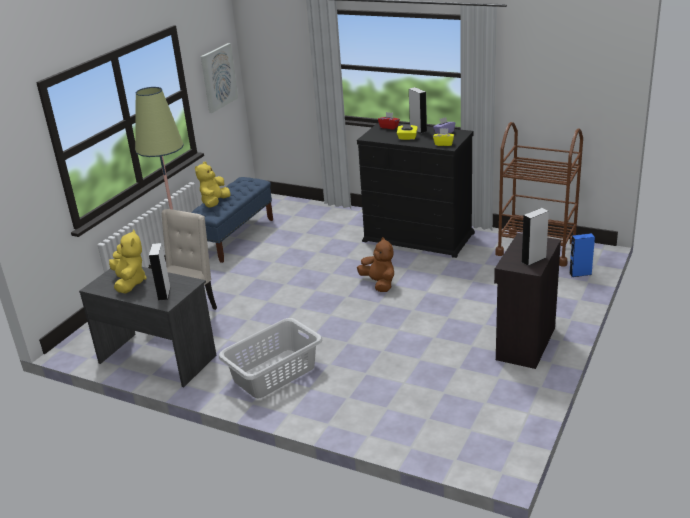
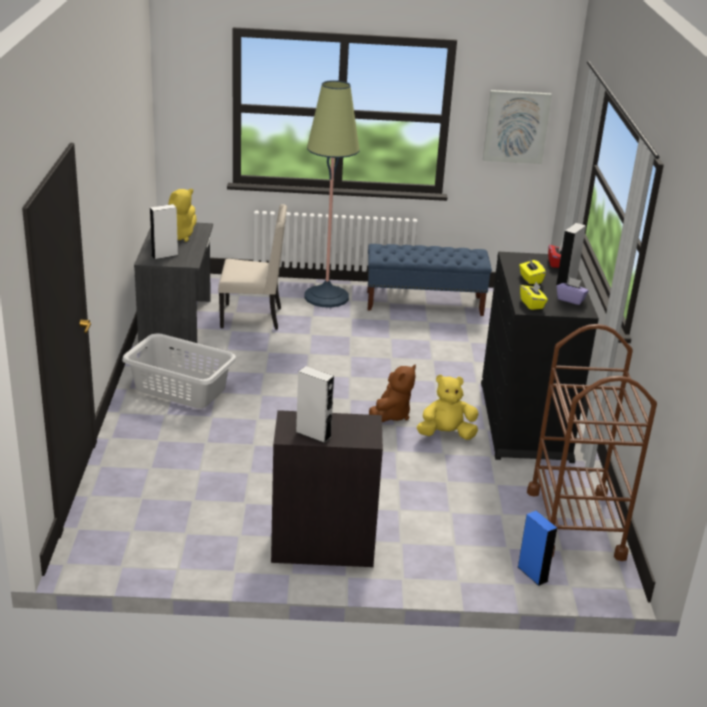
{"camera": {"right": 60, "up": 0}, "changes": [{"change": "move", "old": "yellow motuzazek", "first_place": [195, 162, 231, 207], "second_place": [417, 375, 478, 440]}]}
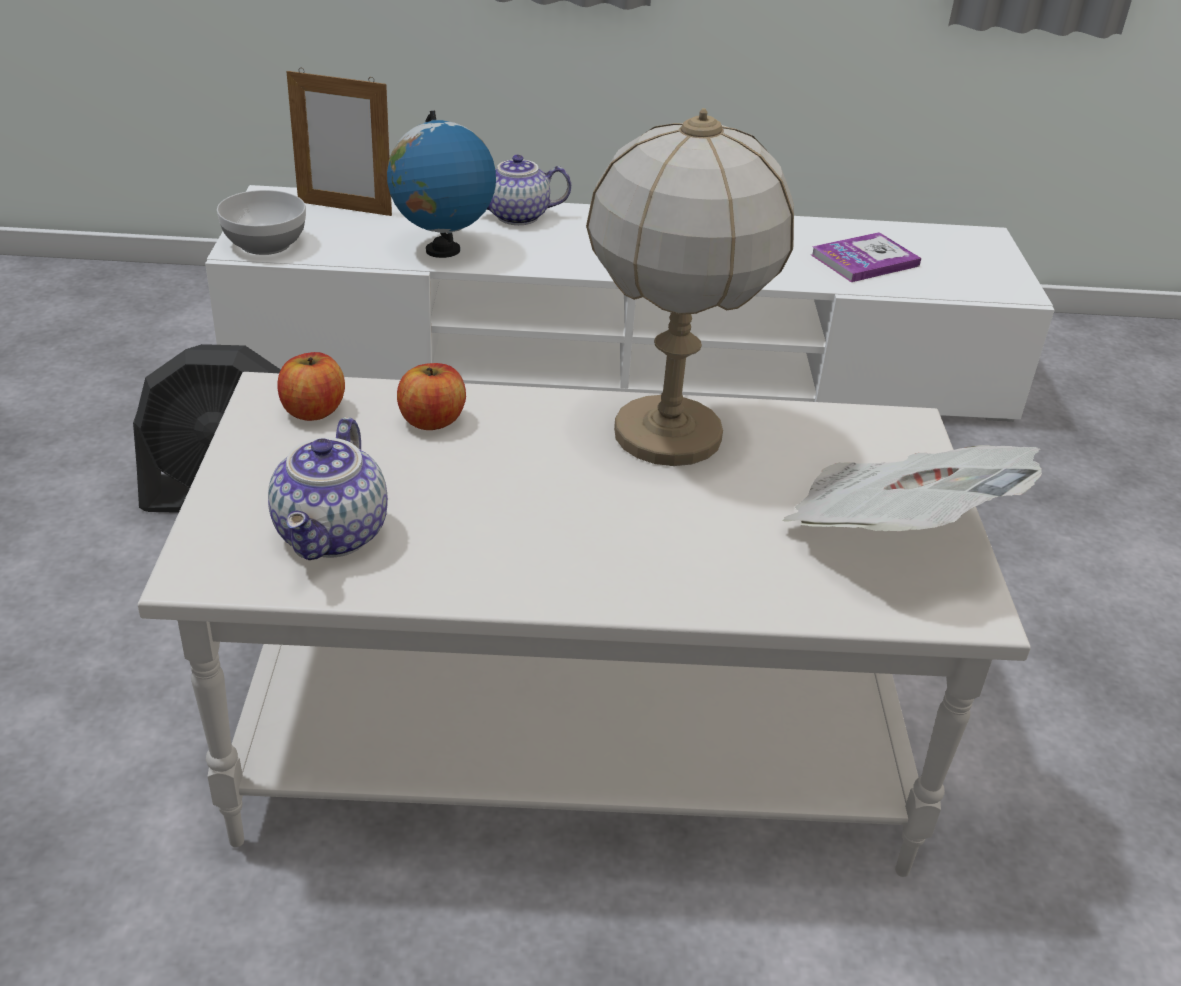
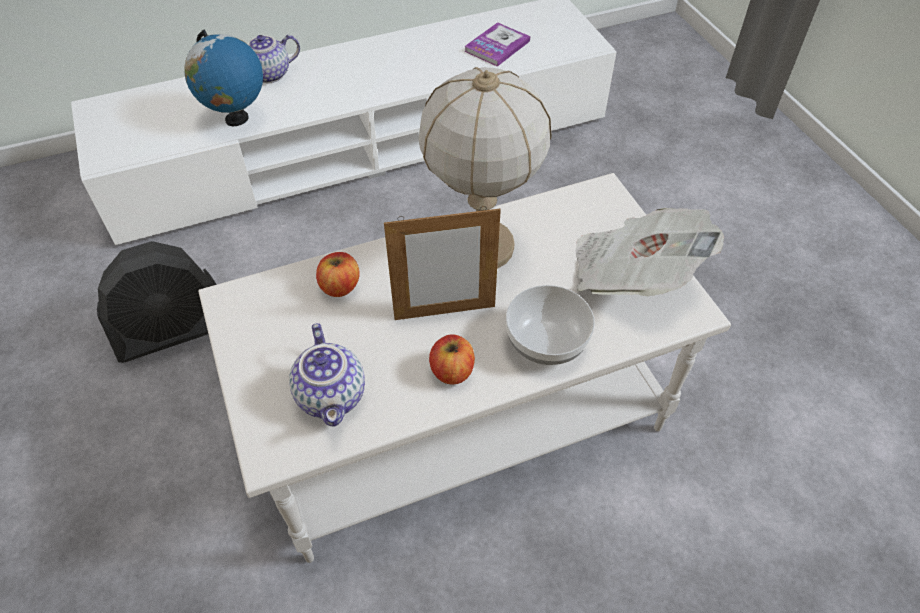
{"camera": {"right": -20, "up": 15}, "changes": [{"change": "move", "old": "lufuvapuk", "first_place": [217, 190, 306, 255], "second_place": [506, 285, 595, 365]}, {"change": "move", "old": "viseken", "first_place": [277, 352, 345, 421], "second_place": [429, 334, 475, 384]}, {"change": "move", "old": "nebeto", "first_place": [286, 68, 392, 216], "second_place": [384, 206, 501, 320]}]}
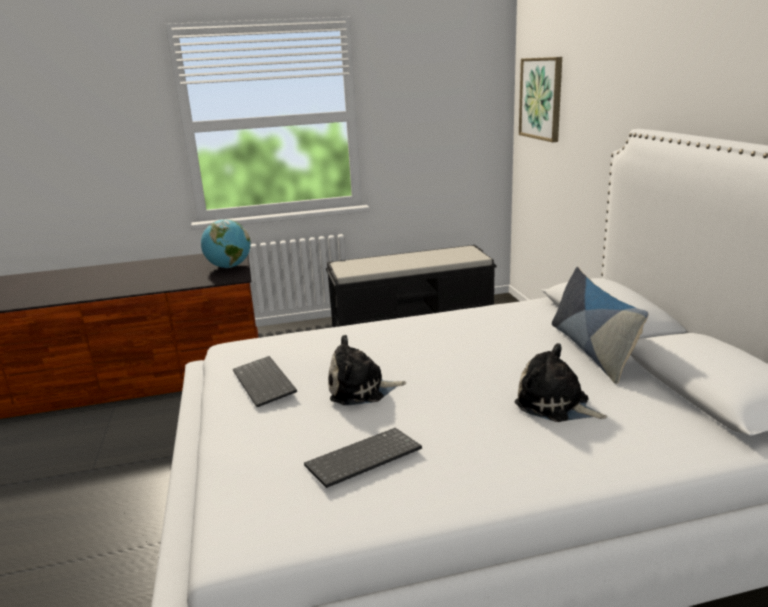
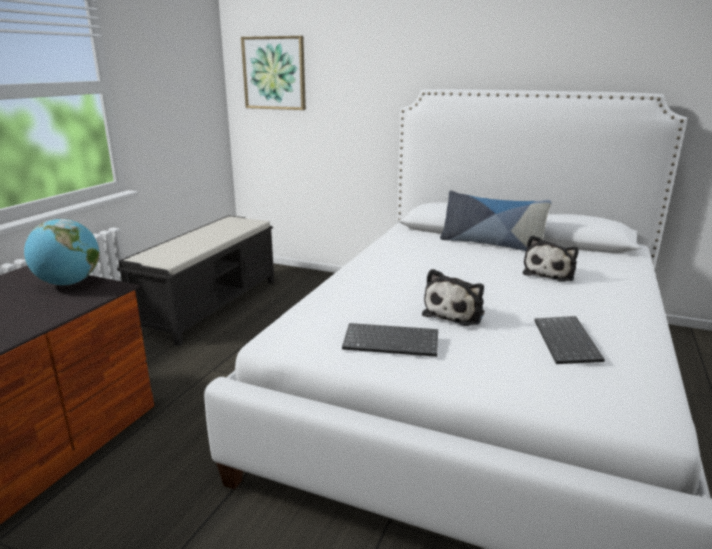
{"camera": {"right": -55, "up": 0}, "changes": [{"change": "rotate", "old": "motuzazek", "first_place": [515, 343, 607, 422], "second_place": [523, 235, 579, 282], "degrees": -45}]}
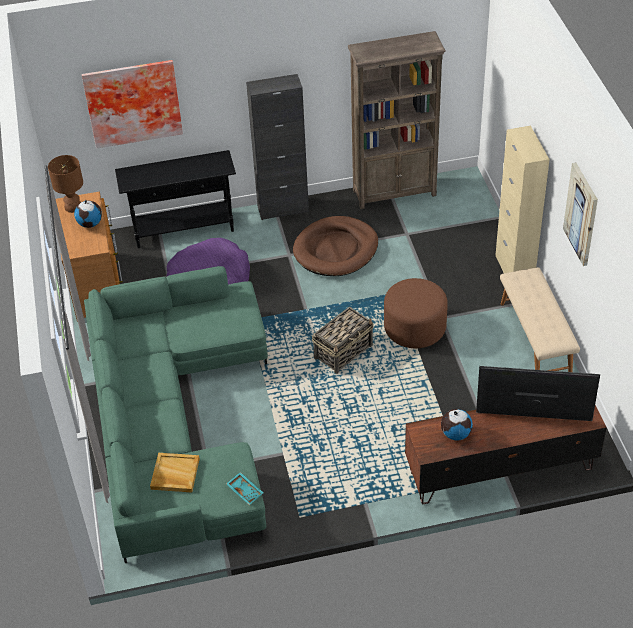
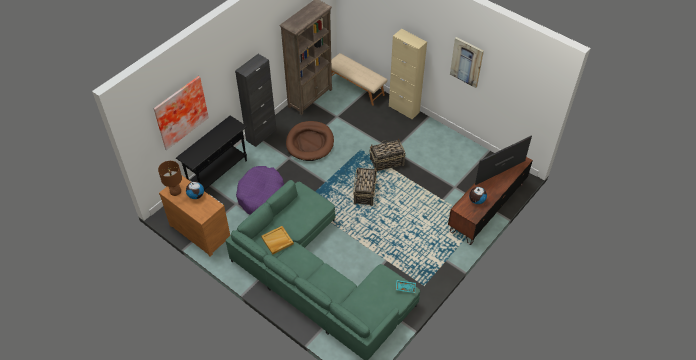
{"camera": {"right": -40, "up": 5}, "changes": [{"change": "move", "old": "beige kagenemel", "first_place": [150, 453, 200, 493], "second_place": [261, 226, 294, 255]}, {"change": "move", "old": "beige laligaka", "first_place": [500, 267, 580, 372], "second_place": [331, 53, 387, 106]}, {"change": "replace", "old": "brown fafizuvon", "new": "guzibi", "first_place": [384, 278, 448, 348], "second_place": [369, 139, 406, 171]}]}
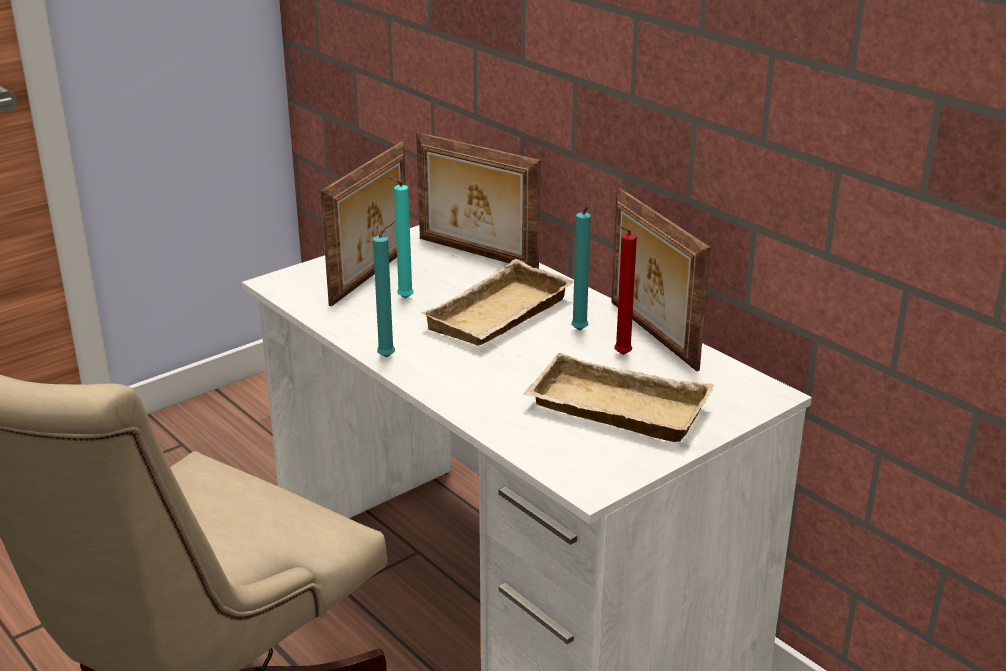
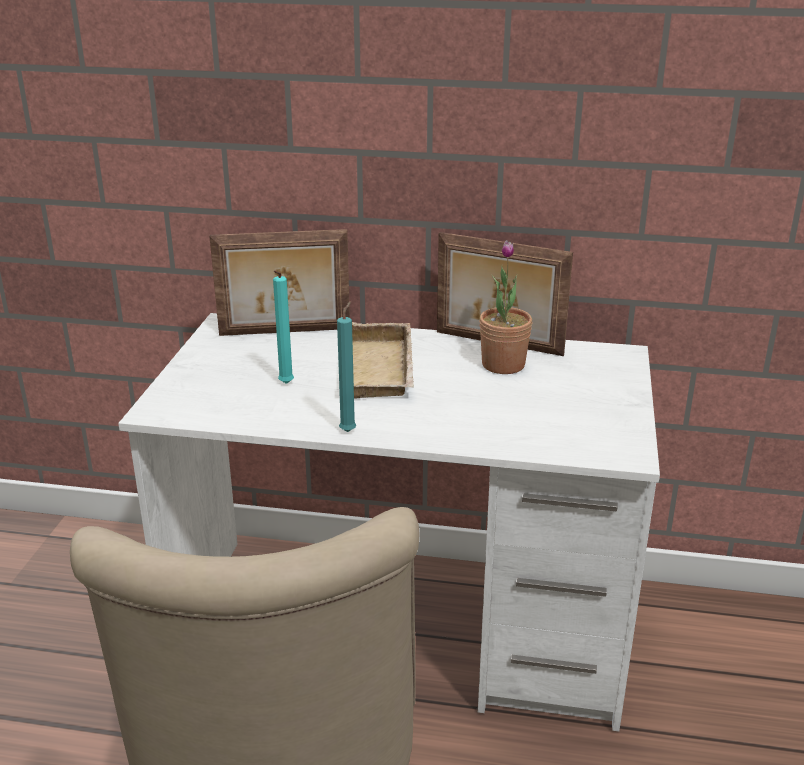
{"camera": {"right": -40, "up": 0}, "changes": [{"change": "delete", "old": "nebeto", "first_place": [320, 141, 406, 306]}, {"change": "delete", "old": "beige kagenemel", "first_place": [523, 353, 714, 442]}, {"change": "delete", "old": "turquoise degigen", "first_place": [571, 207, 591, 331]}, {"change": "replace", "old": "red degigen", "new": "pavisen", "first_place": [614, 226, 637, 355], "second_place": [479, 240, 533, 374]}]}
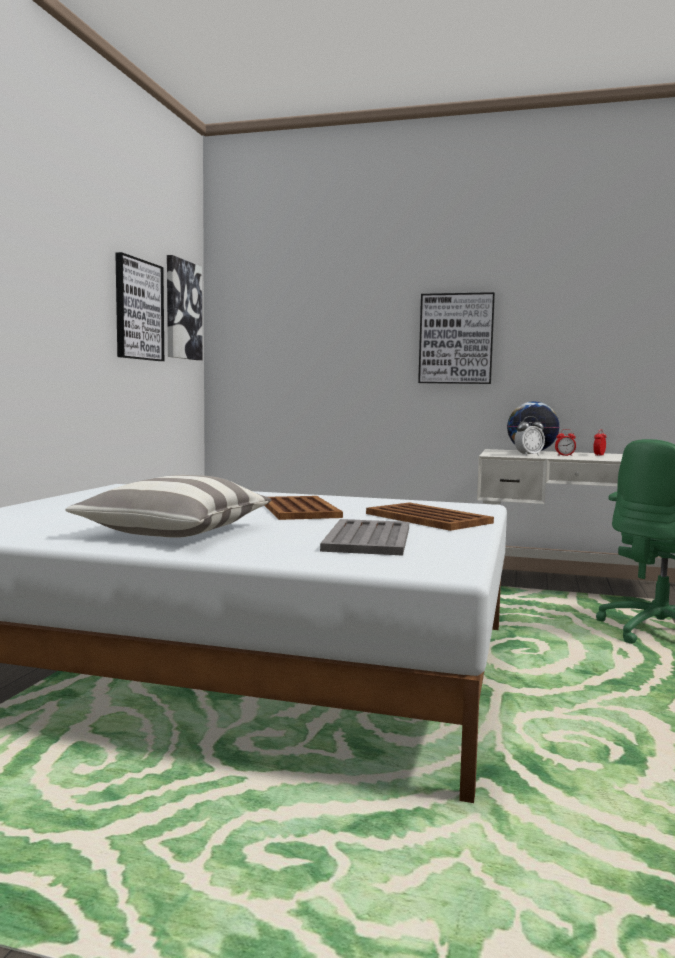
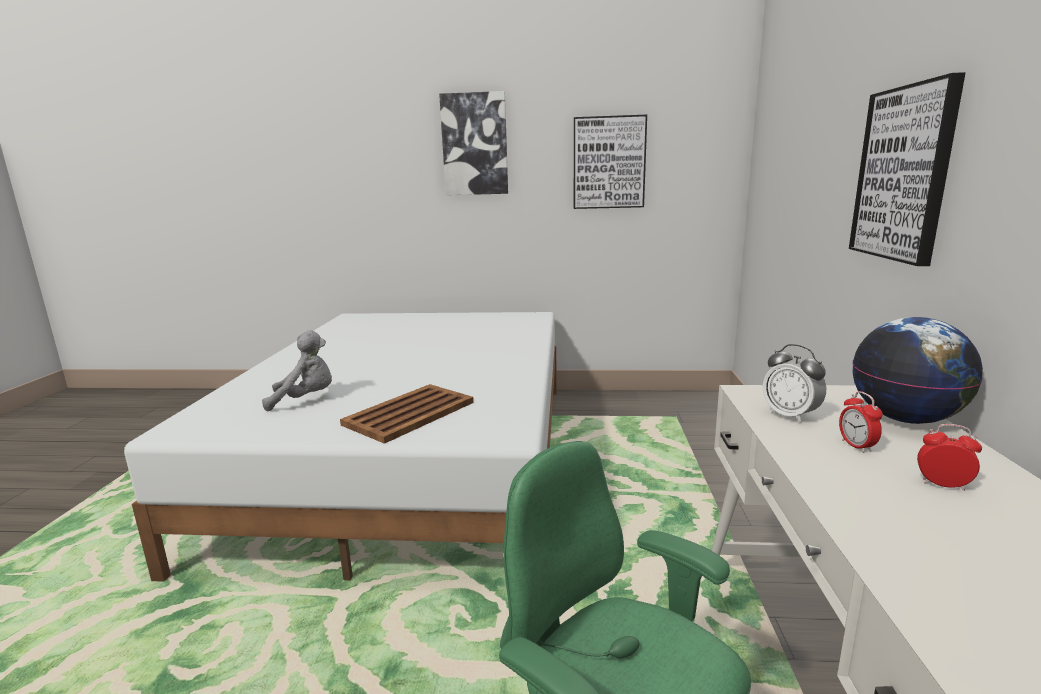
{"camera": {"right": 80, "up": 10}, "changes": [{"change": "delete", "old": "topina", "first_place": [65, 475, 271, 538]}, {"change": "delete", "old": "brown kagenemel", "first_place": [264, 496, 343, 520]}, {"change": "move", "old": "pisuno", "first_place": [167, 255, 202, 360], "second_place": [439, 91, 508, 195]}, {"change": "replace", "old": "grey kagenemel", "new": "grey motuzazek", "first_place": [320, 519, 409, 556], "second_place": [262, 330, 332, 412]}]}
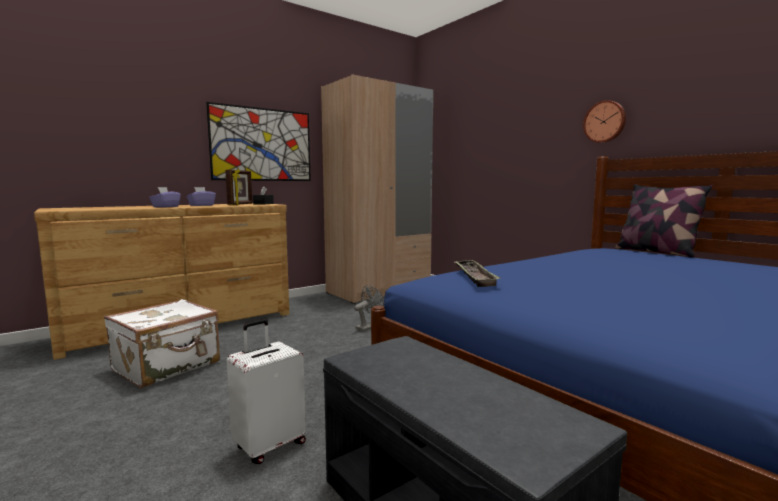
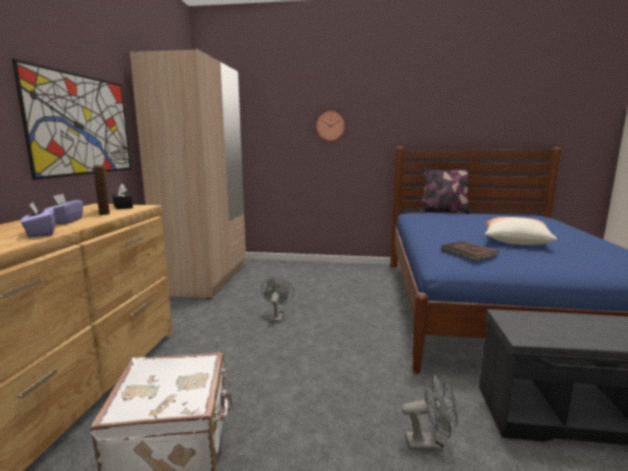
{"camera": {"right": -45, "up": 5}, "changes": [{"change": "insert", "new": "topina", "second_place": [485, 217, 558, 245]}, {"change": "move", "old": "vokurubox", "first_place": [583, 100, 626, 143], "second_place": [316, 111, 345, 141]}, {"change": "replace", "old": "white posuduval", "new": "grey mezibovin", "first_place": [227, 319, 306, 464], "second_place": [401, 374, 458, 451]}, {"change": "replace", "old": "kagenemel", "new": "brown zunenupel", "first_place": [453, 260, 501, 287], "second_place": [440, 241, 499, 261]}]}
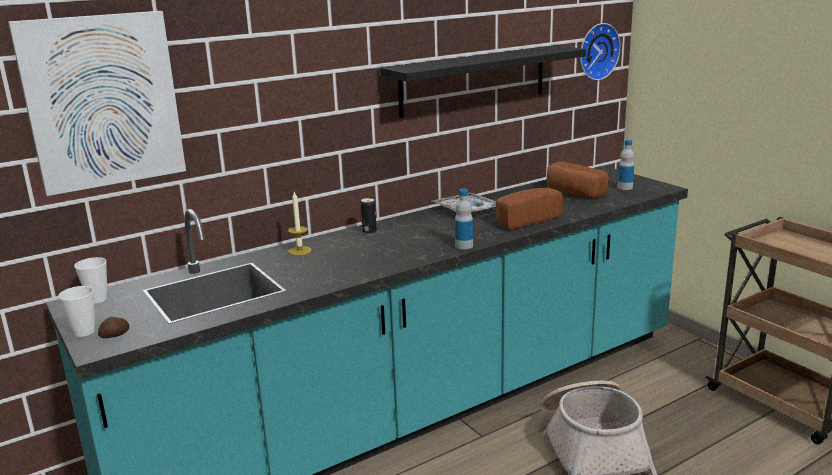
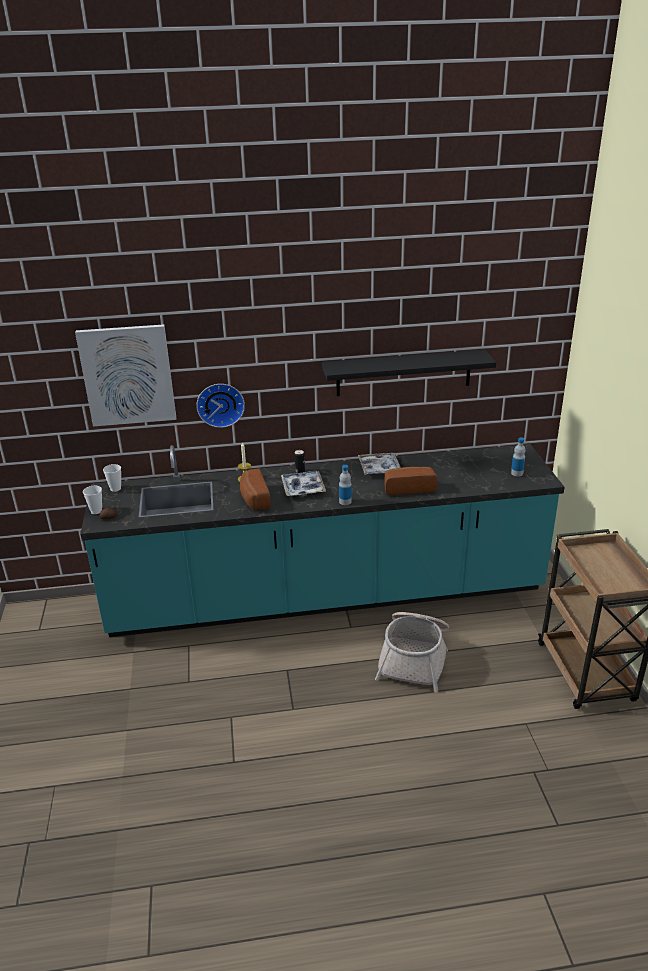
{"camera": {"right": 25, "up": 10}, "changes": [{"change": "insert", "new": "kagenemel", "second_place": [281, 470, 326, 497]}, {"change": "move", "old": "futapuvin", "first_place": [547, 161, 609, 198], "second_place": [240, 468, 271, 510]}, {"change": "move", "old": "vokurubox", "first_place": [580, 23, 621, 80], "second_place": [196, 384, 245, 428]}]}
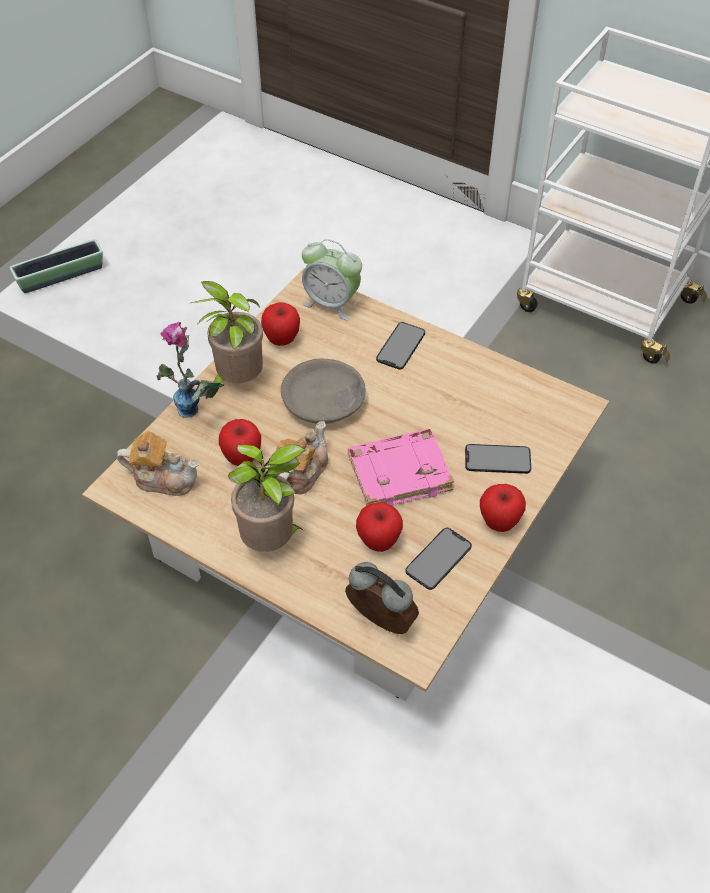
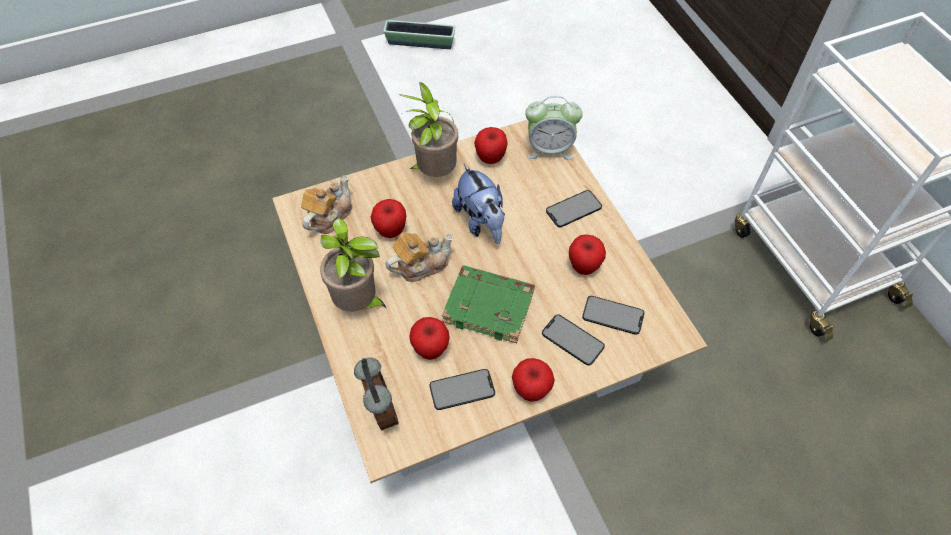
{"camera": {"right": 35, "up": 5}, "changes": [{"change": "delete", "old": "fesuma", "first_place": [157, 322, 224, 418]}, {"change": "insert", "new": "viseken", "second_place": [569, 234, 606, 275]}, {"change": "insert", "new": "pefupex", "second_place": [582, 296, 644, 335]}, {"change": "replace", "old": "grey lufuvapuk", "new": "motuzazek", "first_place": [281, 358, 366, 424], "second_place": [452, 164, 505, 244]}, {"change": "recolor", "old": "pink zunenupel", "new": "green zunenupel", "first_place": [348, 429, 454, 507], "second_place": [442, 265, 535, 343]}, {"change": "rotate", "old": "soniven", "first_place": [117, 431, 199, 496], "second_place": [301, 175, 352, 234], "degrees": -105}, {"change": "rotate", "old": "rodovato", "first_place": [302, 239, 362, 321], "second_place": [525, 96, 583, 160], "degrees": -60}]}
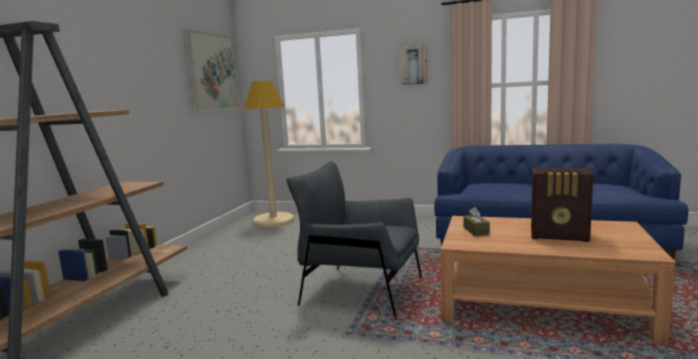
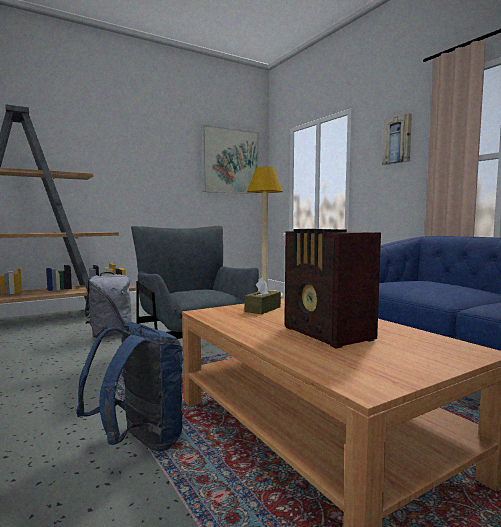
{"camera": {"right": 40, "up": -5}, "changes": [{"change": "insert", "new": "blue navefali", "second_place": [76, 322, 183, 452]}, {"change": "insert", "new": "grey navefali", "second_place": [84, 272, 132, 338]}]}
